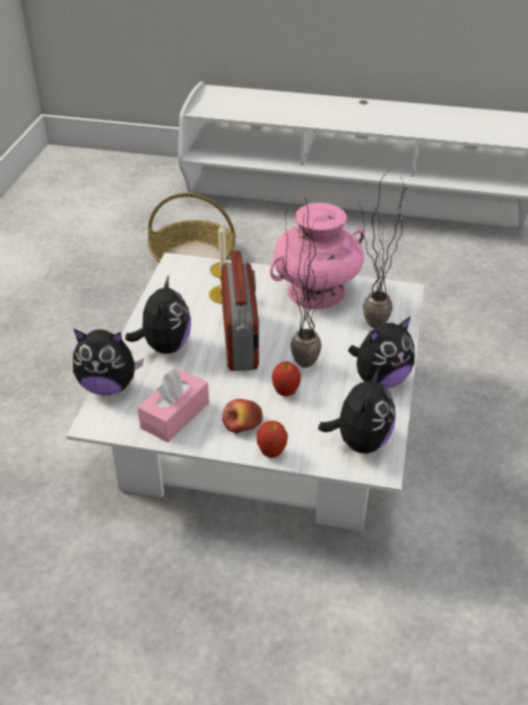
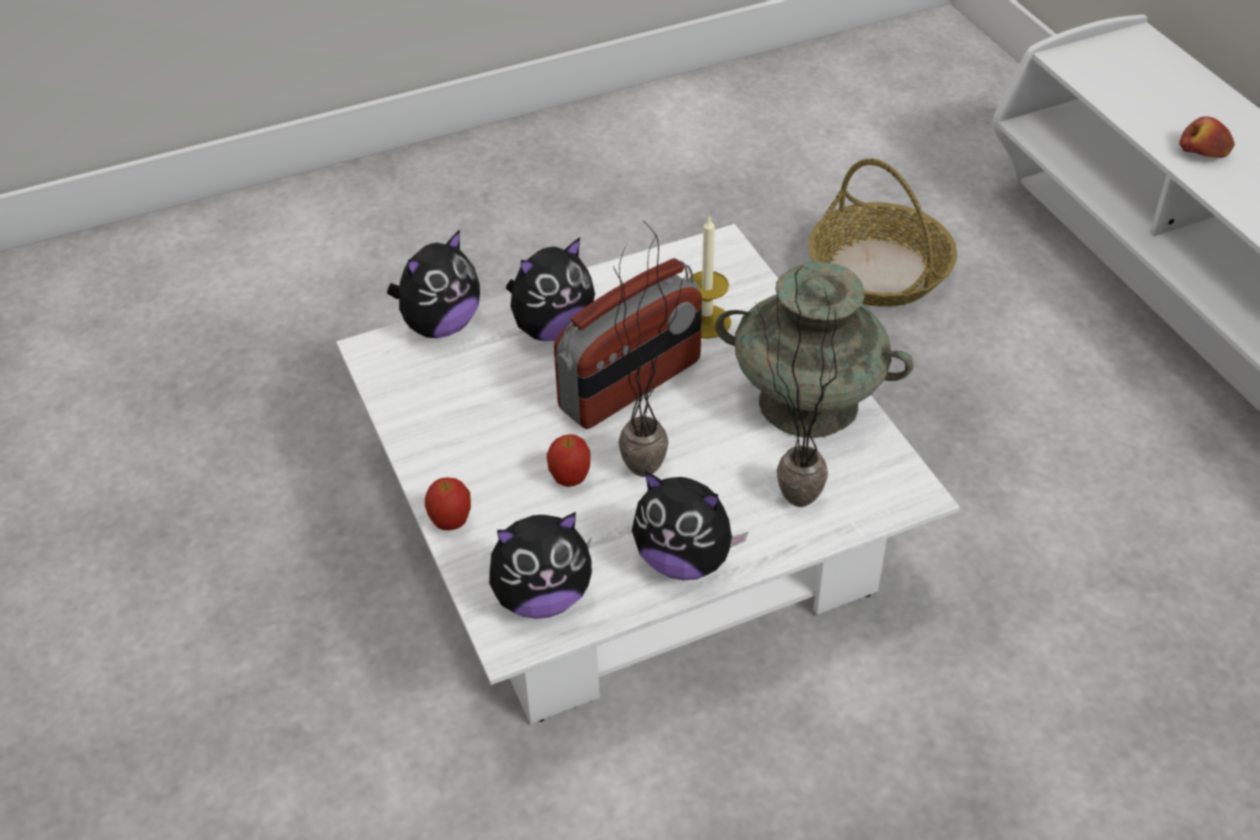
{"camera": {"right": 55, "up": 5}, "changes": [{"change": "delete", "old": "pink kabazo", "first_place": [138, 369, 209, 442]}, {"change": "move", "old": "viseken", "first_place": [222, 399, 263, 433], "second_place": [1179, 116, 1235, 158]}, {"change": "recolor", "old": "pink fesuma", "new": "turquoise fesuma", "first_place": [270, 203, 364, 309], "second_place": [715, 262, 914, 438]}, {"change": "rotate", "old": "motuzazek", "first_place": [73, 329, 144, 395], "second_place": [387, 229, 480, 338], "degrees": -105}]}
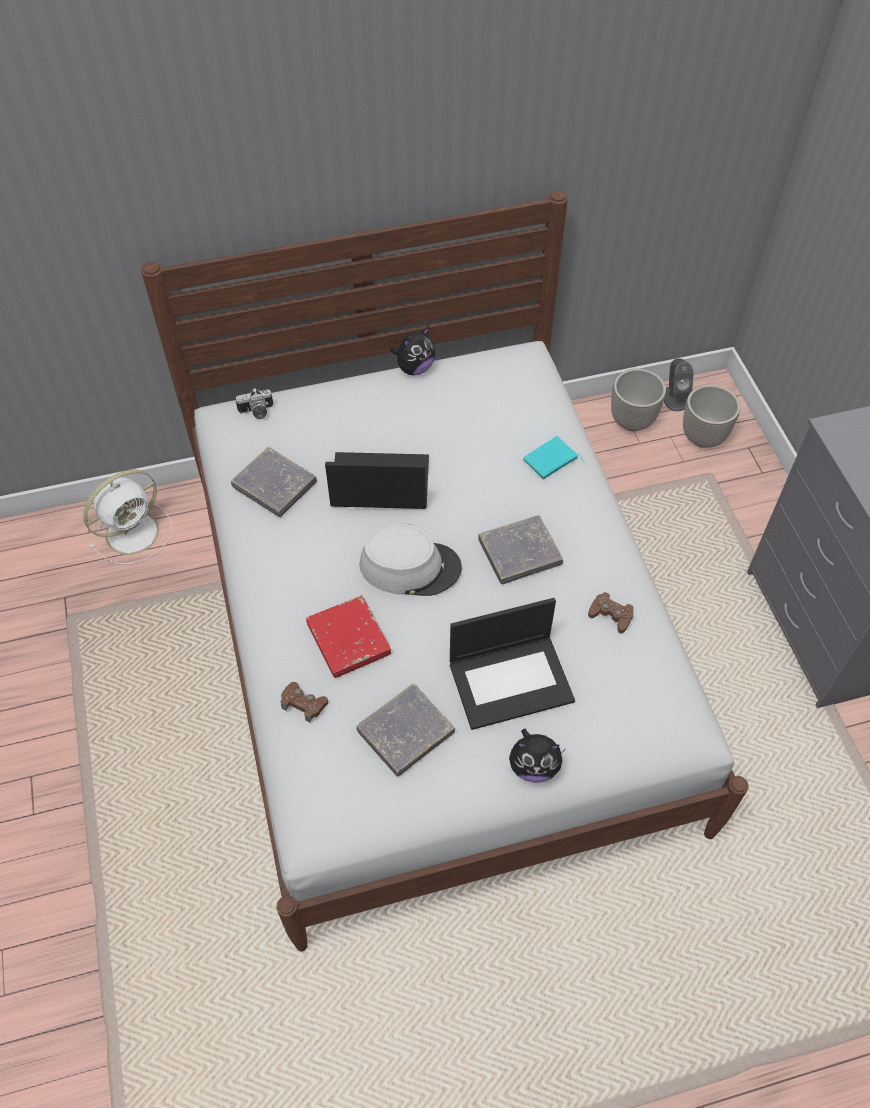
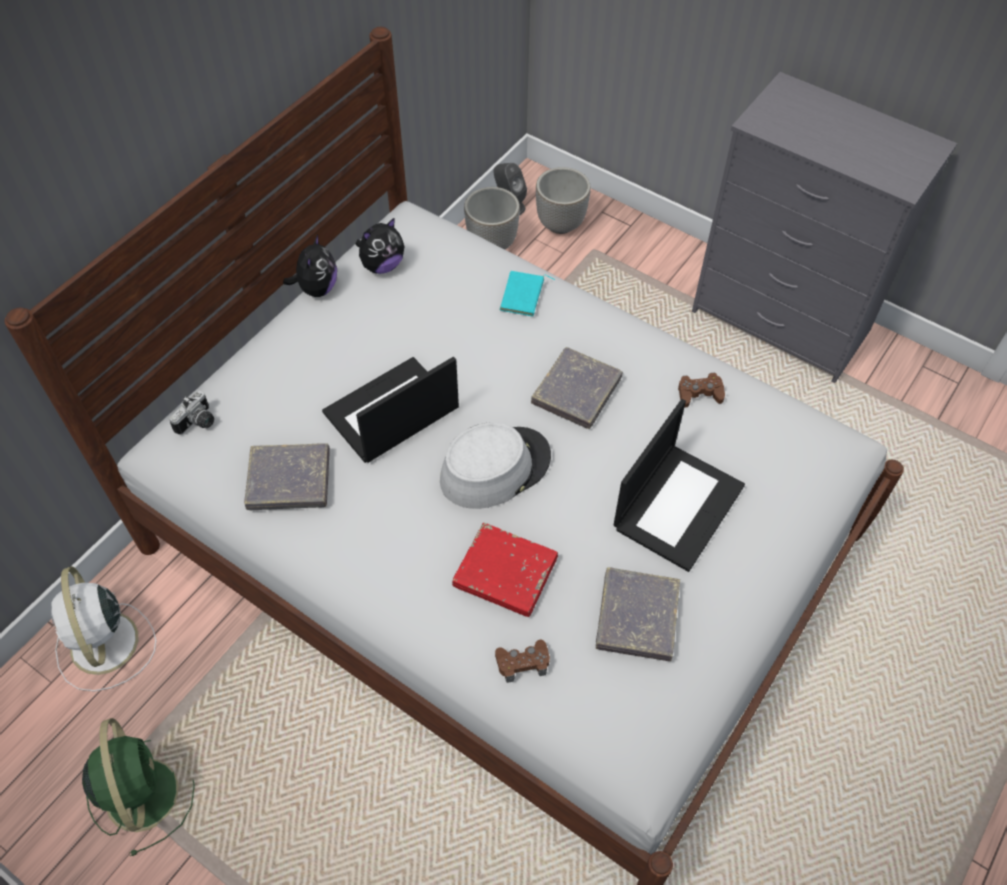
{"camera": {"right": -40, "up": 0}, "changes": [{"change": "insert", "new": "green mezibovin", "second_place": [82, 718, 195, 856]}, {"change": "move", "old": "motuzazek", "first_place": [509, 729, 565, 783], "second_place": [355, 217, 404, 274]}, {"change": "rotate", "old": "white mezibovin", "first_place": [83, 469, 173, 564], "second_place": [51, 566, 156, 692], "degrees": 150}]}
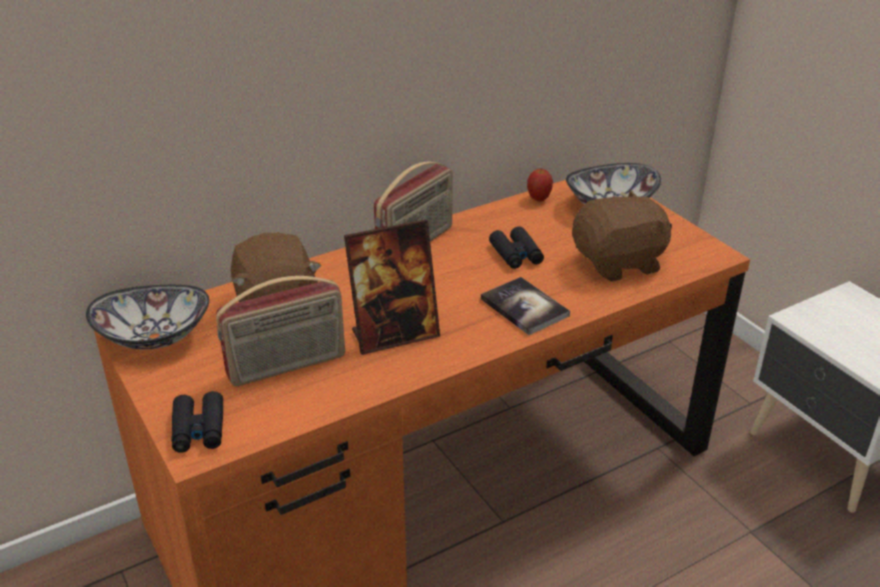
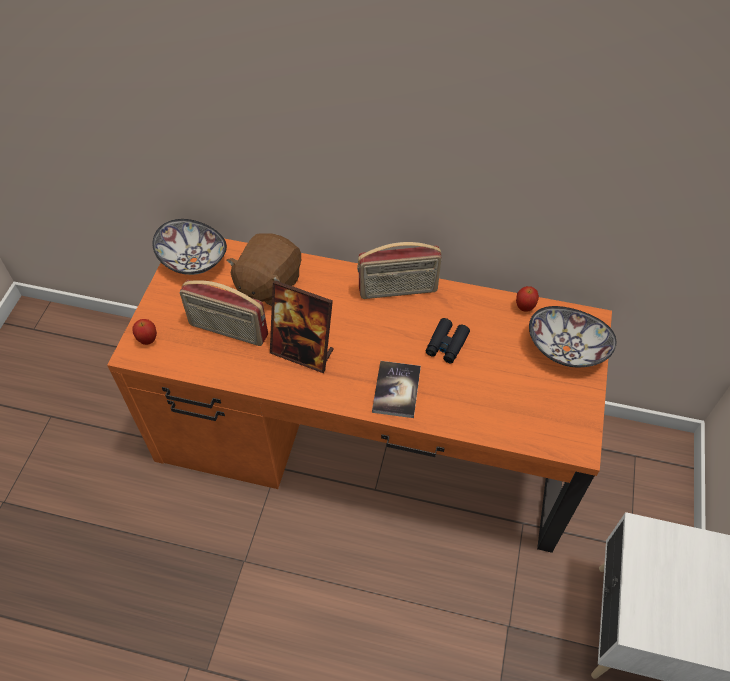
{"camera": {"right": 45, "up": 20}, "changes": [{"change": "delete", "old": "brown motuzazek", "first_place": [572, 190, 672, 282]}, {"change": "replace", "old": "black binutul", "new": "viseken", "first_place": [172, 391, 223, 453], "second_place": [132, 319, 157, 345]}]}
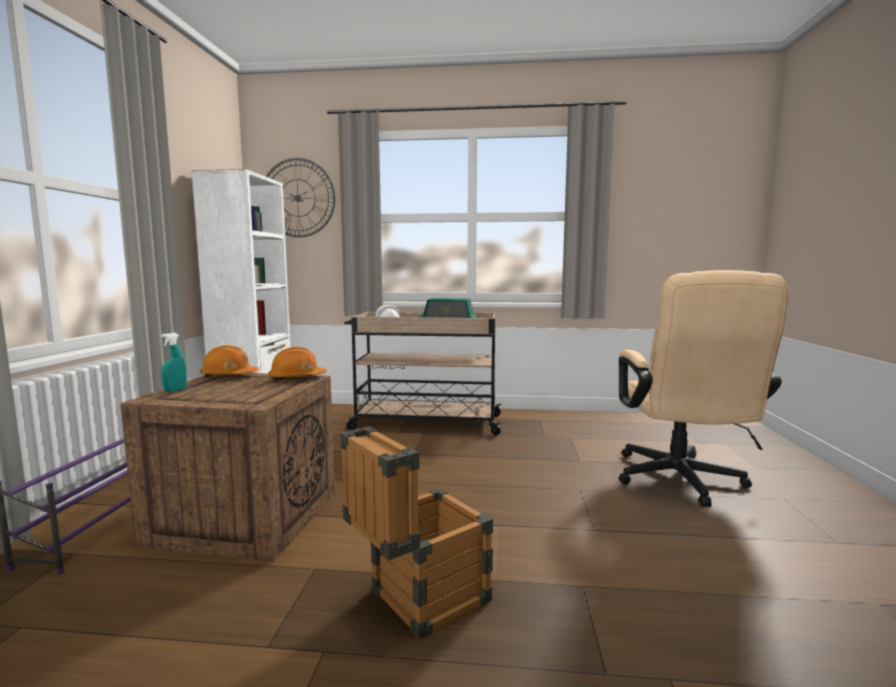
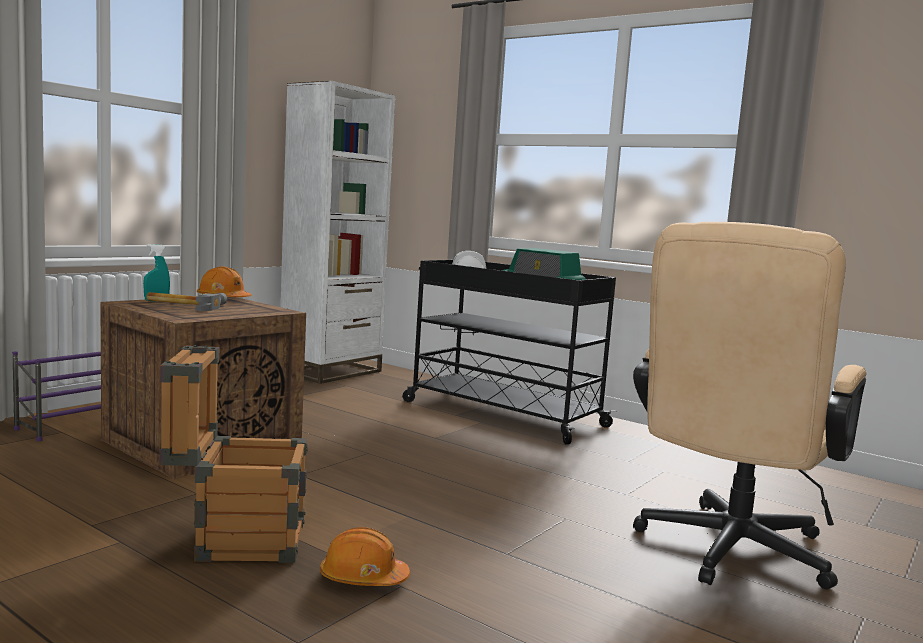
{"camera": {"right": 30, "up": 0}, "changes": [{"change": "delete", "old": "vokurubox", "first_place": [266, 158, 335, 237]}, {"change": "insert", "new": "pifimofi", "second_place": [147, 292, 227, 311]}, {"change": "move", "old": "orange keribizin", "first_place": [268, 347, 327, 381], "second_place": [320, 527, 410, 586]}, {"change": "recolor", "old": "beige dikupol", "new": "black dikupol", "first_place": [344, 312, 502, 435], "second_place": [403, 260, 616, 445]}]}
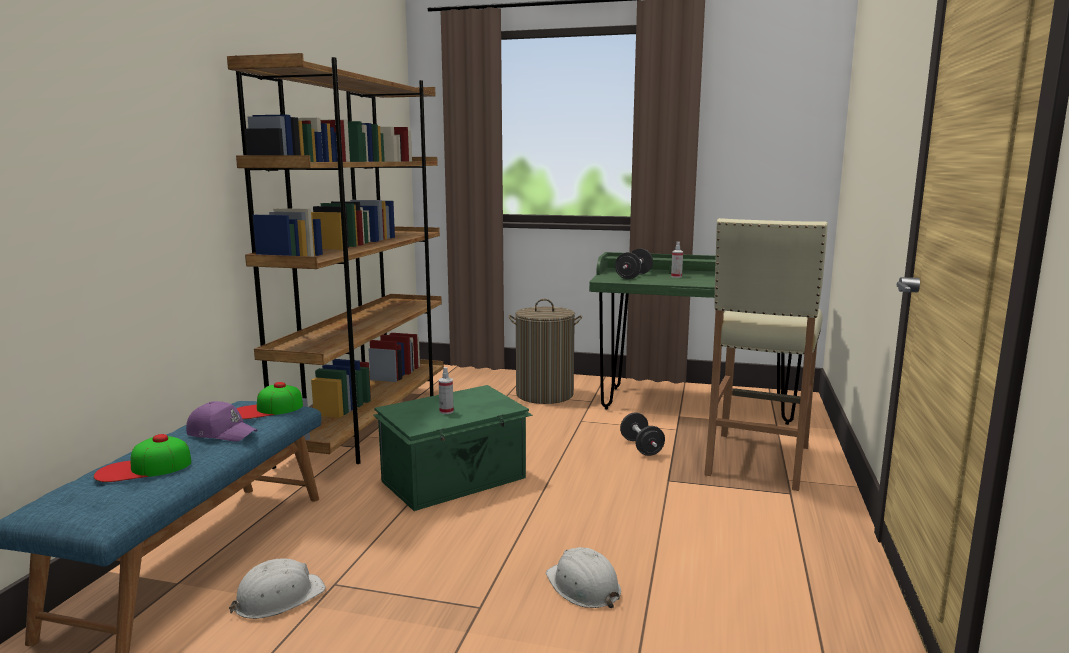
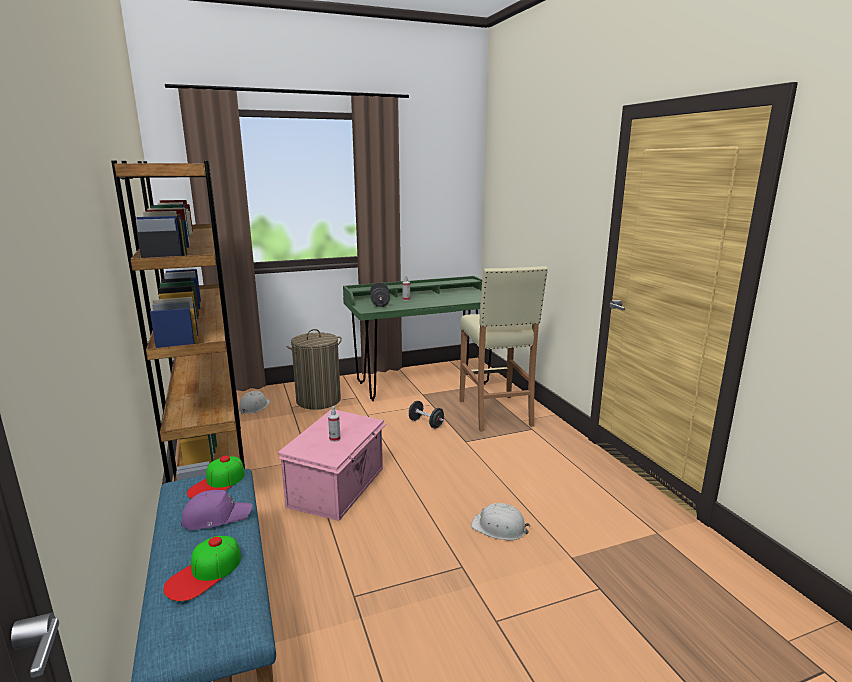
{"camera": {"right": -35, "up": 5}, "changes": [{"change": "move", "old": "white keribizin", "first_place": [229, 559, 326, 619], "second_place": [238, 391, 271, 414]}, {"change": "recolor", "old": "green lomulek", "new": "pink lomulek", "first_place": [373, 385, 533, 511], "second_place": [277, 409, 386, 521]}]}
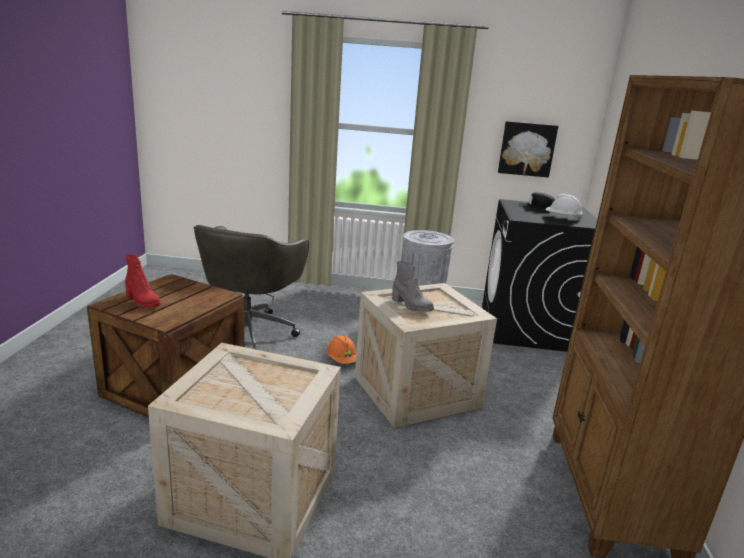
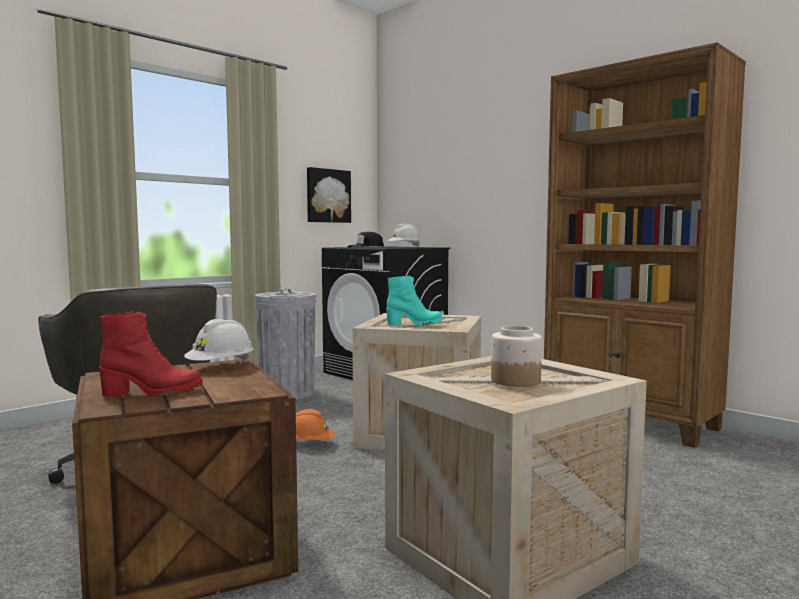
{"camera": {"right": -50, "up": -15}, "changes": [{"change": "insert", "new": "white keribizin", "second_place": [184, 319, 253, 361]}, {"change": "insert", "new": "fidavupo", "second_place": [491, 326, 542, 387]}, {"change": "recolor", "old": "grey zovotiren", "new": "turquoise zovotiren", "first_place": [392, 261, 434, 312], "second_place": [386, 276, 443, 326]}]}
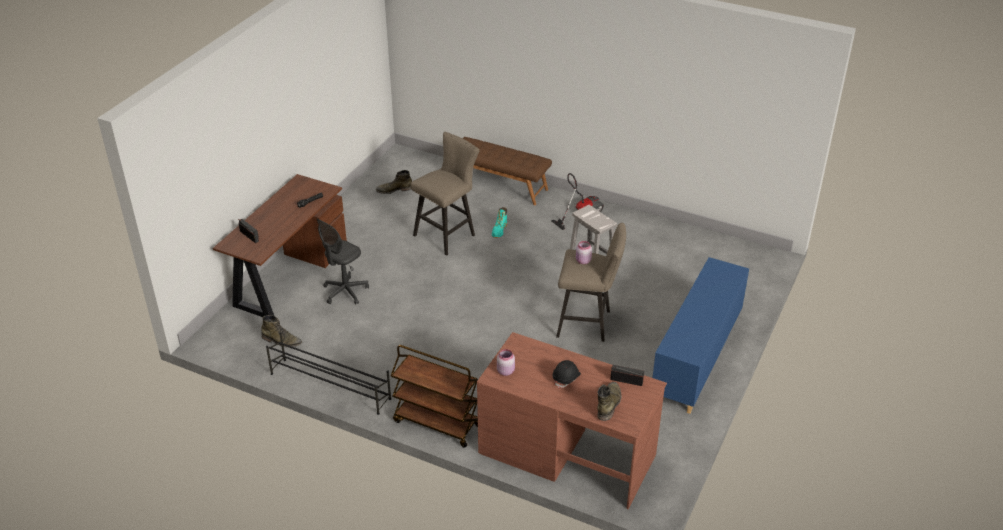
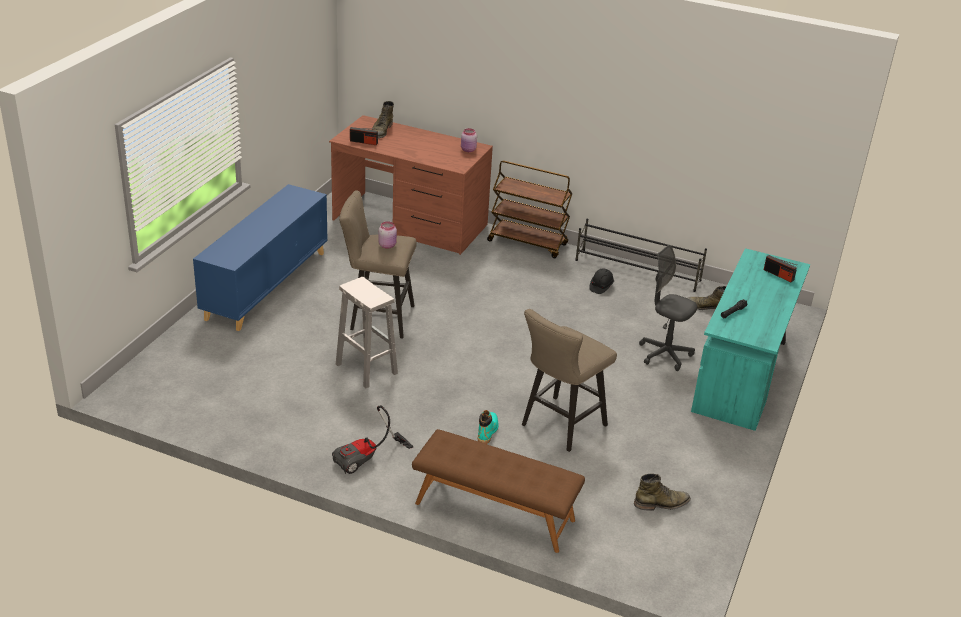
{"camera": {"right": 175, "up": -5}, "changes": [{"change": "move", "old": "black keribizin", "first_place": [553, 360, 581, 388], "second_place": [589, 268, 614, 294]}, {"change": "recolor", "old": "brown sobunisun", "new": "turquoise sobunisun", "first_place": [213, 174, 347, 317], "second_place": [691, 248, 810, 431]}, {"change": "rotate", "old": "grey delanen", "first_place": [317, 219, 369, 305], "second_place": [639, 245, 697, 371], "degrees": -90}]}
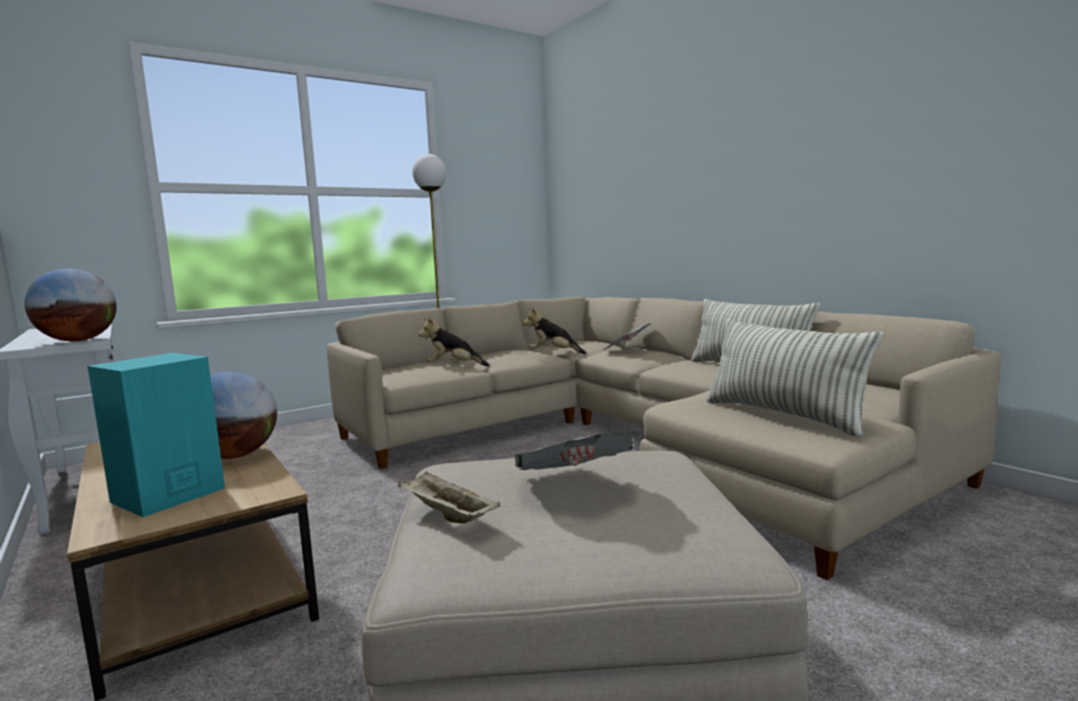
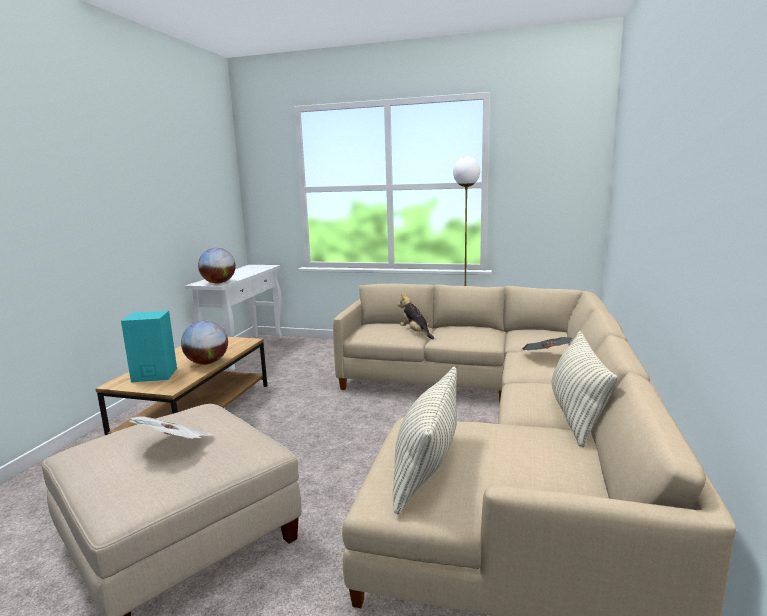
{"camera": {"right": 50, "up": 5}, "changes": [{"change": "delete", "old": "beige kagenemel", "first_place": [398, 471, 501, 524]}, {"change": "delete", "old": "motuzazek", "first_place": [523, 308, 586, 354]}]}
